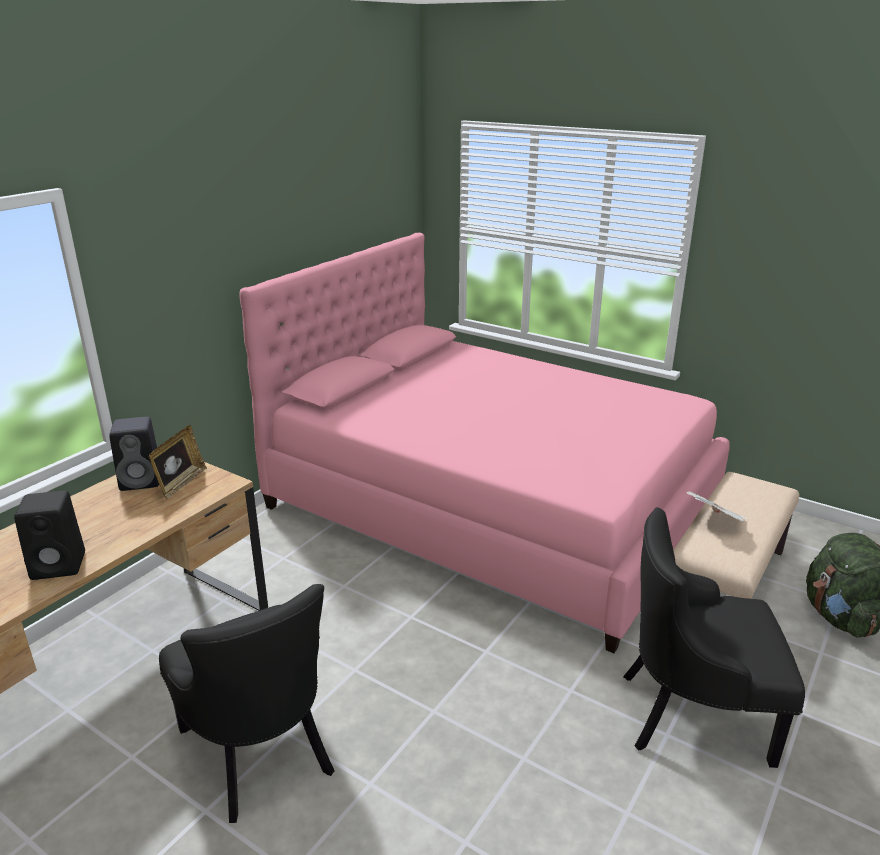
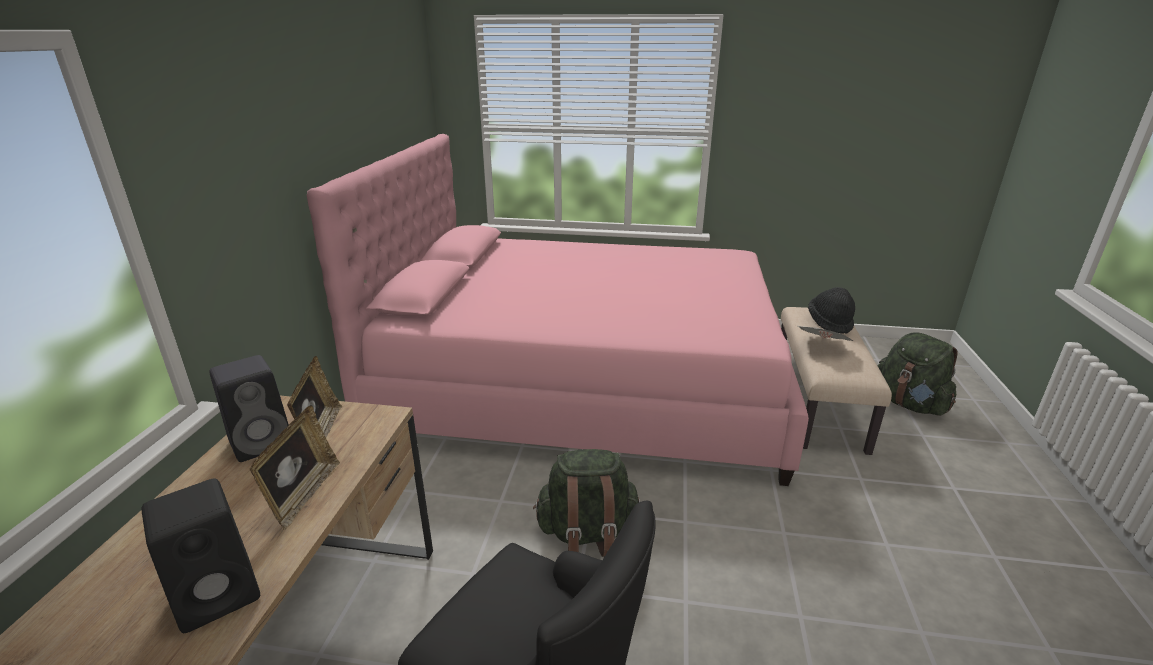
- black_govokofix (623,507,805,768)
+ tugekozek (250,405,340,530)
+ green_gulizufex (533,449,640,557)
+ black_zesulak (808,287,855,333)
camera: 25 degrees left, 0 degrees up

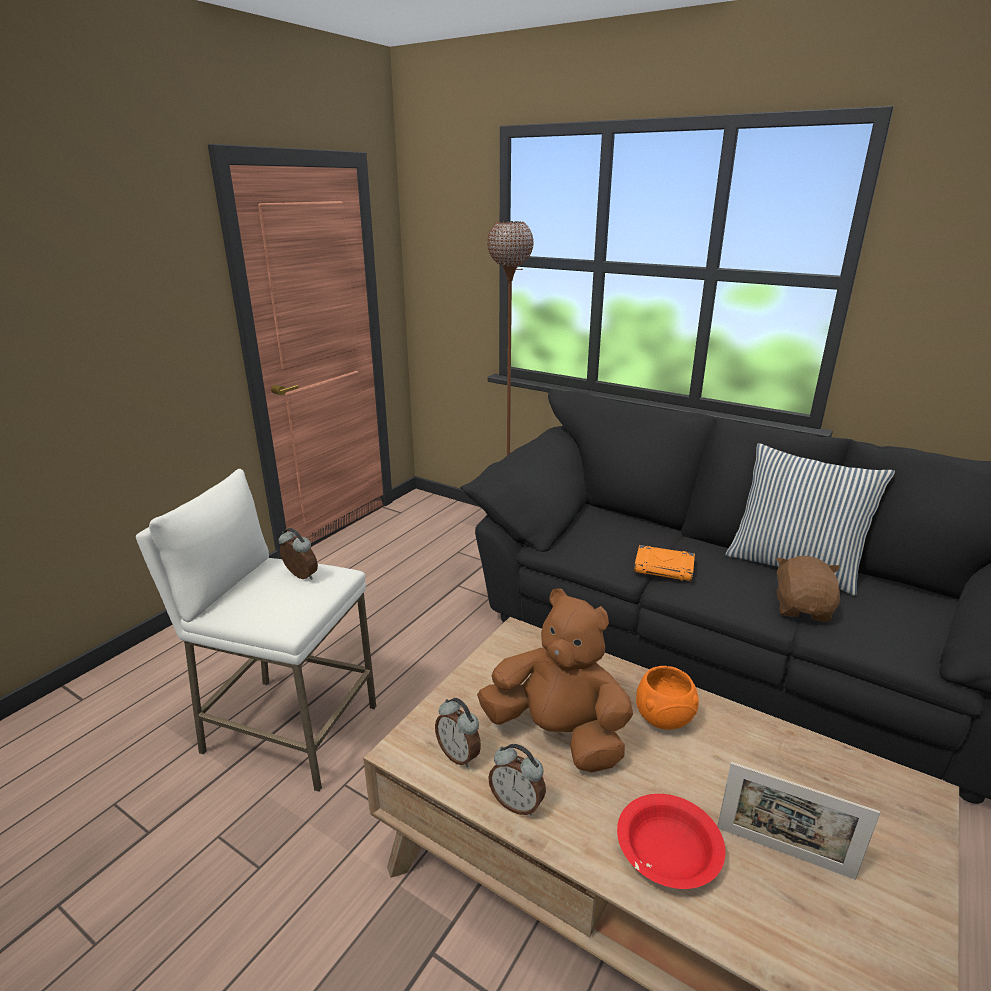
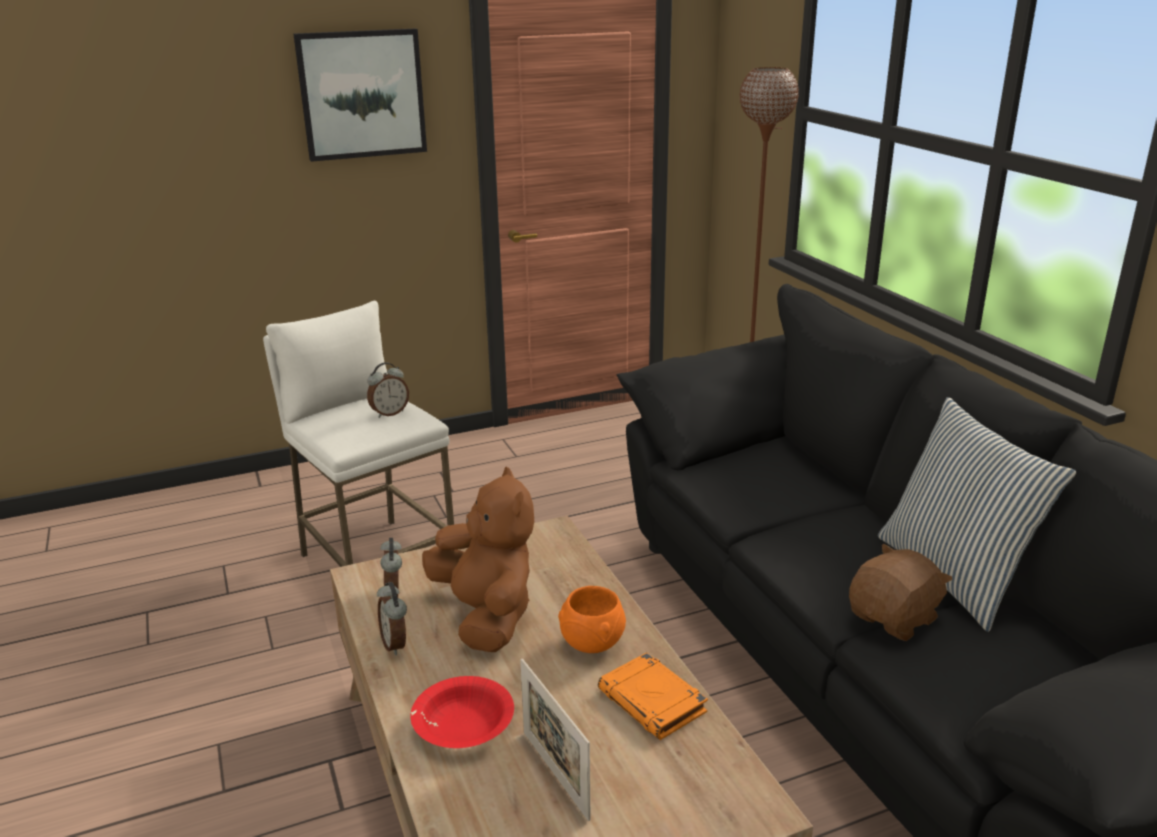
~ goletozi (278,528,318,580) = (367,362,409,418) 75 degrees clockwise
~ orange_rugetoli (634,545,695,581) to (598,652,708,740)
+ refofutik (293,29,427,162)
camera: 35 degrees right, 0 degrees up

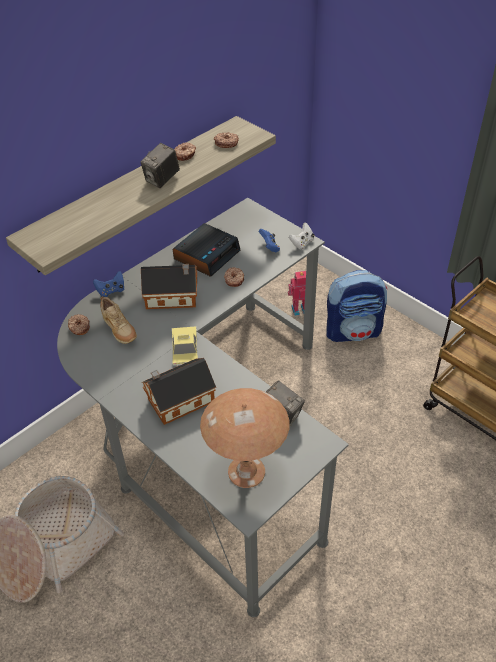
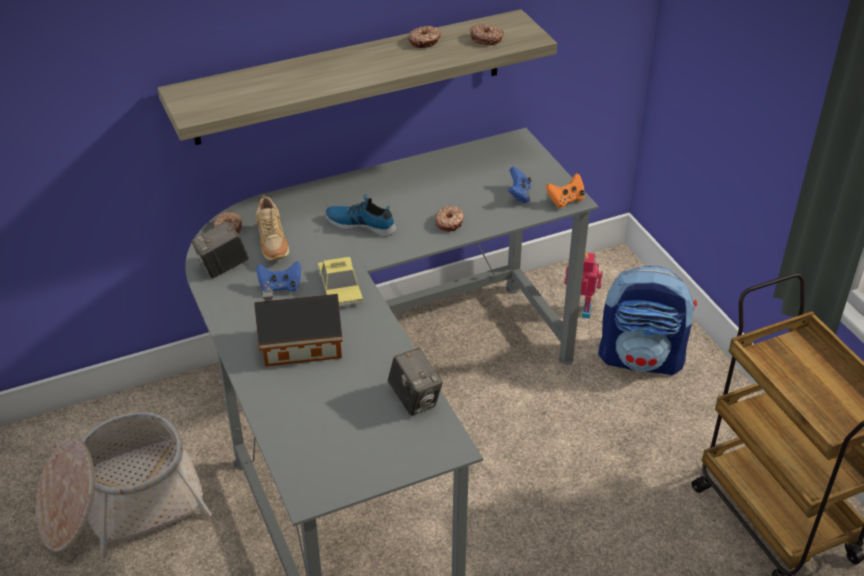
~ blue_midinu (93,271,124,297) to (256,261,301,292)
~ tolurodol (141,143,180,188) to (192,221,249,278)
~ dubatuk (141,264,197,309) to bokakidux (325,195,396,236)
~ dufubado (172,327,198,366) = (318,257,363,307) 150 degrees clockwise
- goletozi (173,223,240,277)
- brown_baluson (200,388,289,488)
~ white_midinu (289,223,314,250) to orange_midinu (546,173,585,208)
camera: 20 degrees right, 5 degrees down

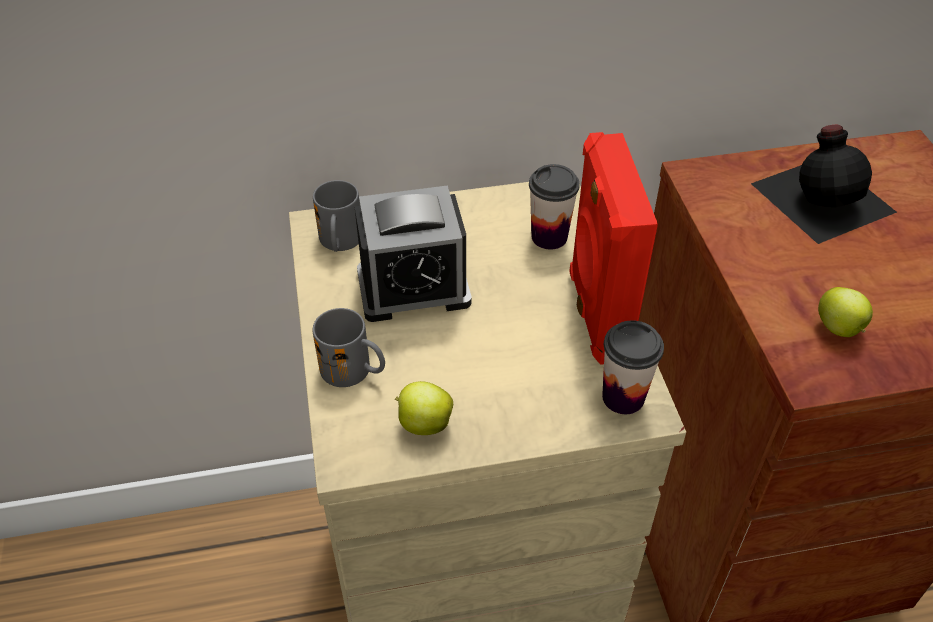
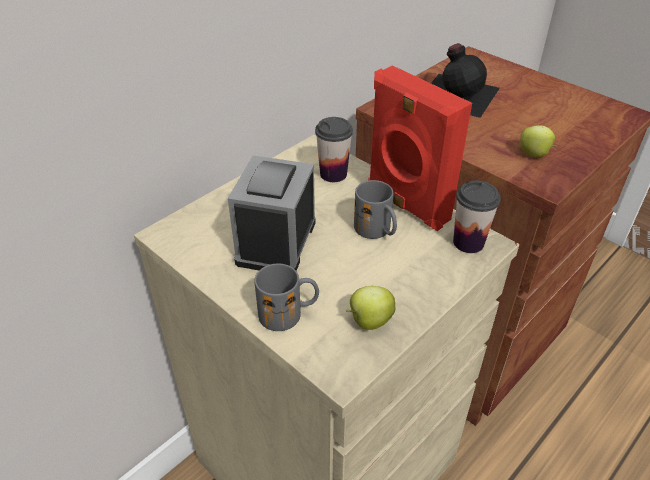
~ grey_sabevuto (313,180,360,252) to (354,180,397,239)
~ goletozi (355,185,472,322) = (228,155,316,271) 150 degrees clockwise
camera: 35 degrees left, 5 degrees down

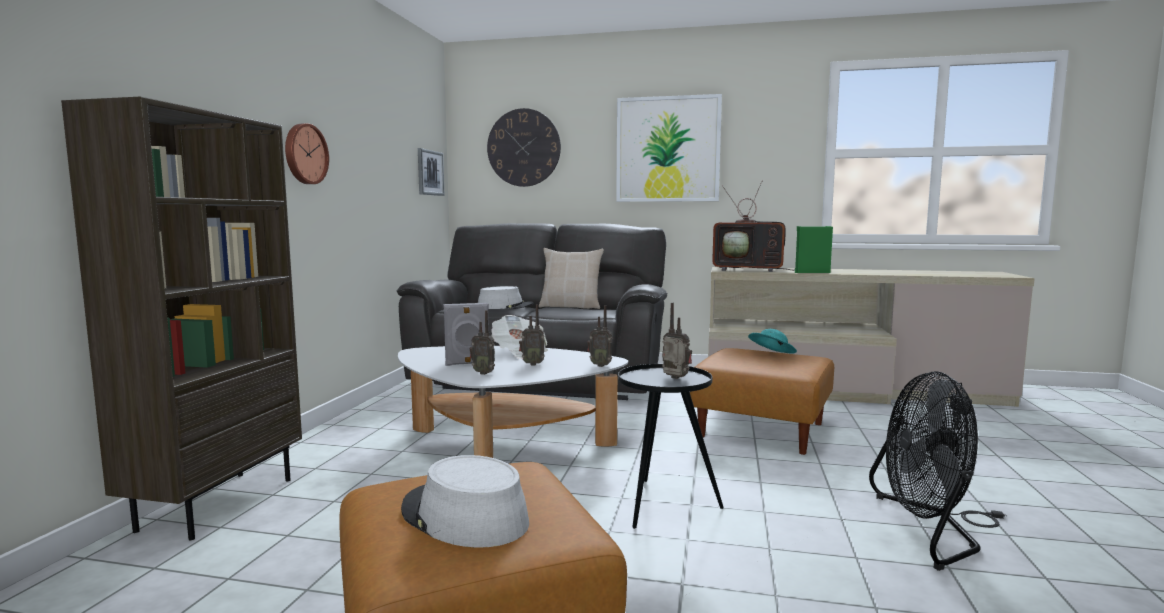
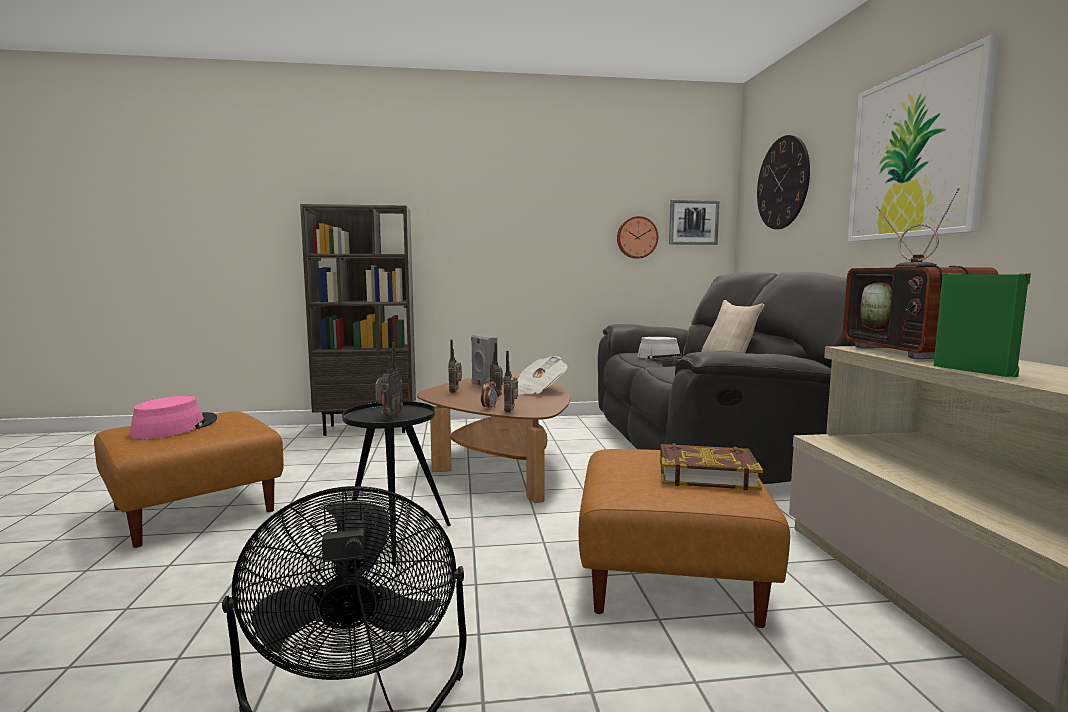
~ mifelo (285,123,329,184) to (617,216,658,259)
~ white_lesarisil (398,346,628,458) to brown_lesarisil (417,372,570,503)
~ grey_zesulak (401,455,529,548) to pink_zesulak (130,396,217,439)
~ turquoise_zesulak (748,329,797,354) to rugetoli (660,444,763,491)
+ goletozi (481,378,498,410)
camera: 70 degrees right, 0 degrees up

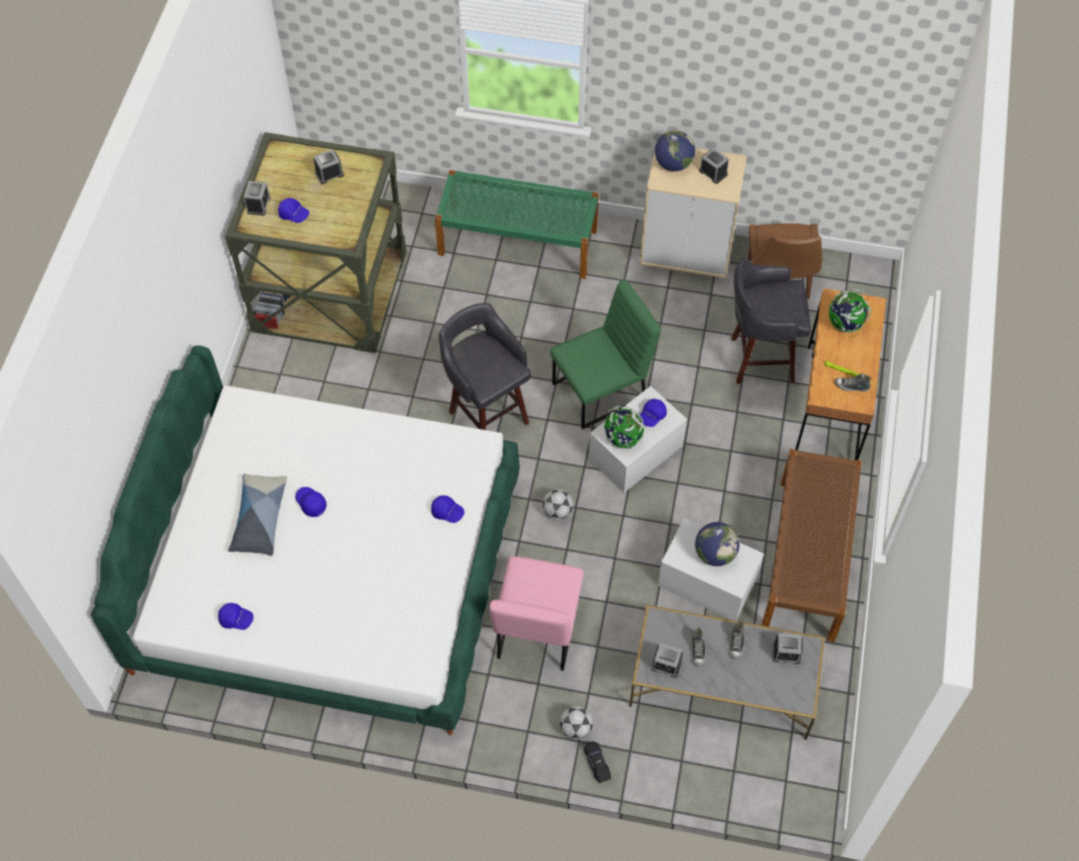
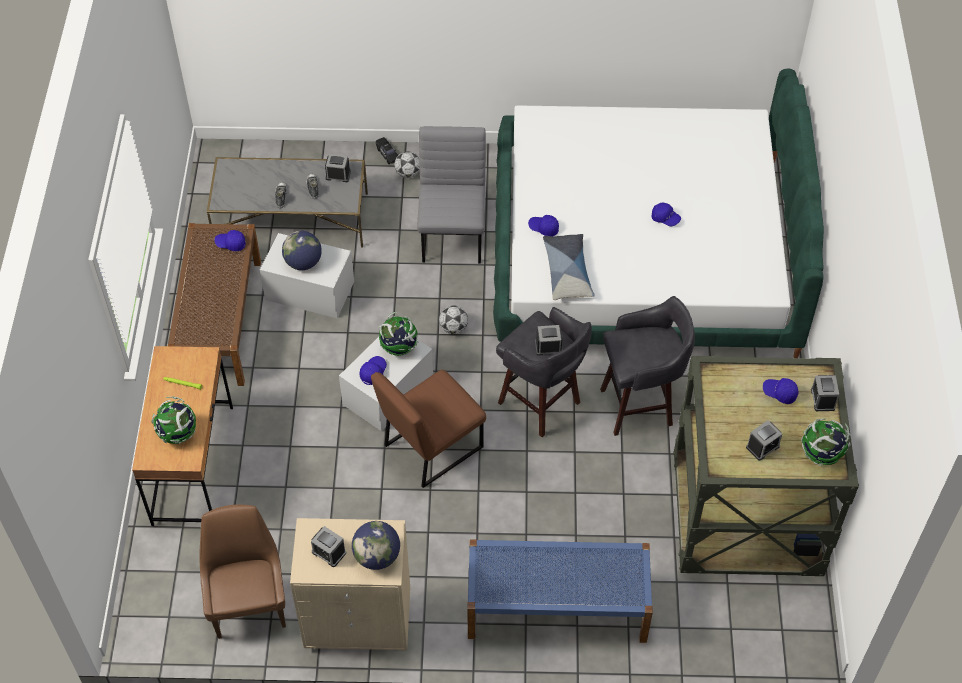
~ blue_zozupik (218,603,254,630) to (214,230,246,251)
~ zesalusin (228,474,287,556) to (543,234,595,300)
~ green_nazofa (435,170,599,279) to blue_nazofa (467,540,653,643)
~ pink_govokofix (489,556,584,671) to grey_govokofix (417,126,486,264)
~ green_govokofix (550,279,661,429) to brown_govokofix (371,370,486,488)
~ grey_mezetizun (731,257,811,384) to (600,296,695,436)
~ goletozi (772,633,803,664) to (535,325,562,355)
- bokakidux (835,373,871,392)
+ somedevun (801,418,851,466)
camera: 170 degrees right, 5 degrees down

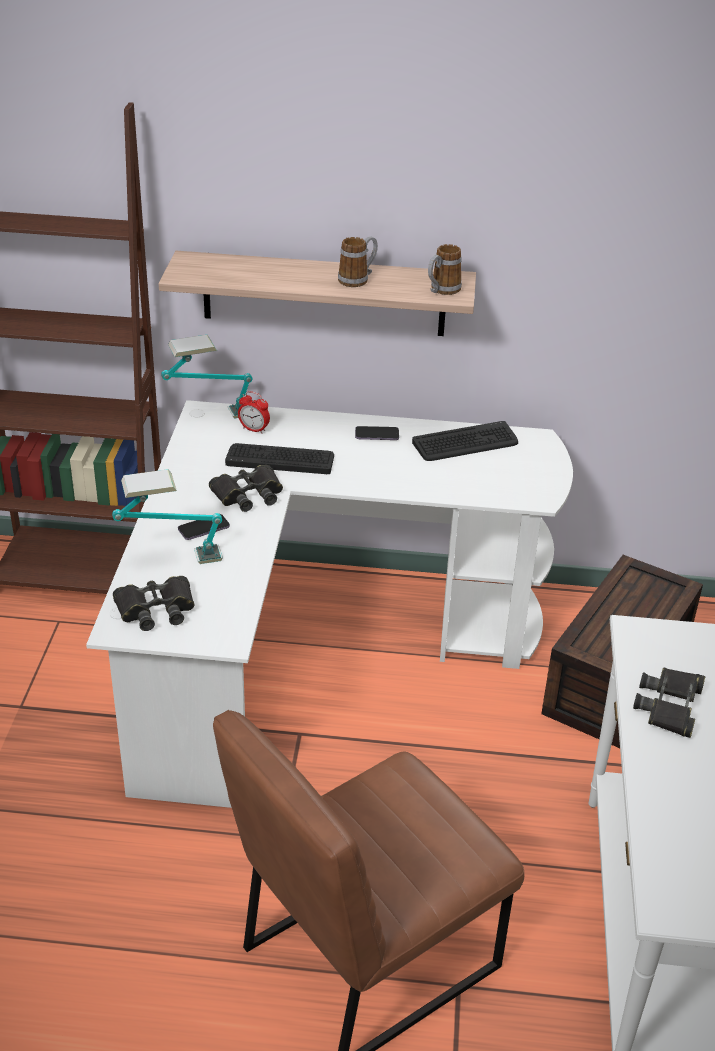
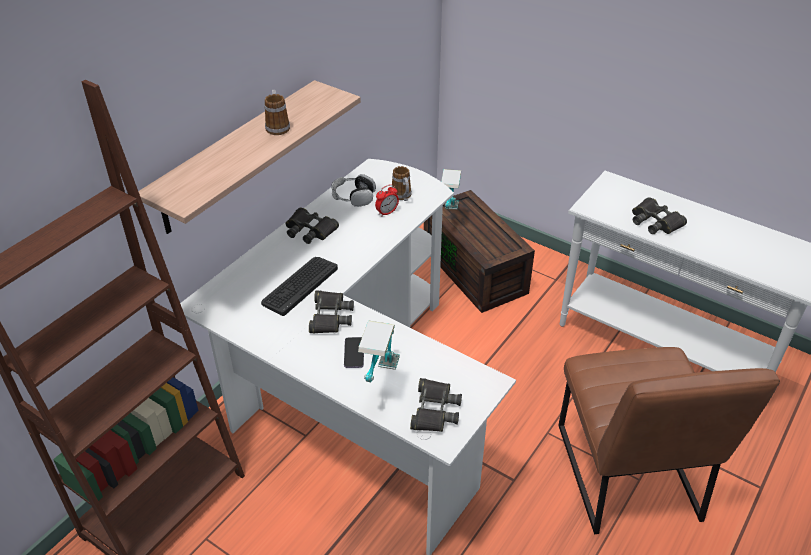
~ baluson (161,335,252,419) to (441,169,461,210)
~ goletozi (238,391,270,434) to (375,184,399,217)
~ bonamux (355,426,399,440) to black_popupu (285,207,339,244)
~ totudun (412,421,518,461) to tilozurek (331,174,376,207)
~ sabevuto (428,244,462,295) to (392,166,412,201)
camera: 60 degrees left, 5 degrees up

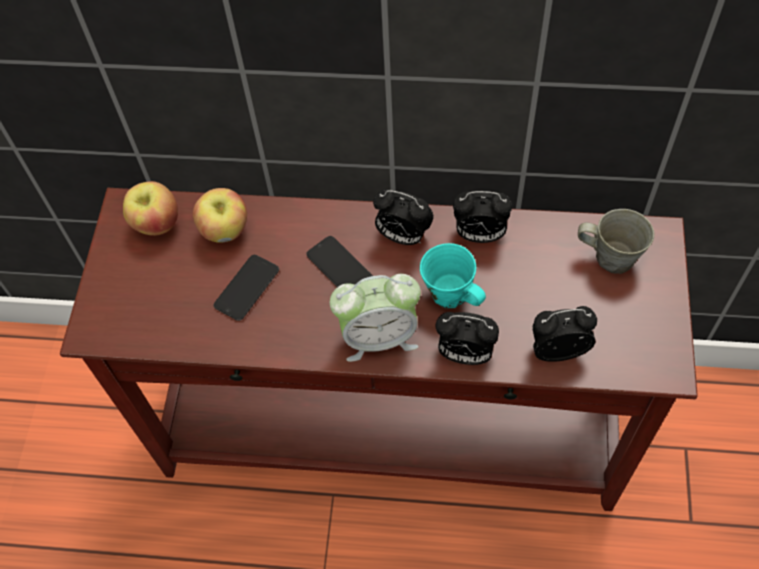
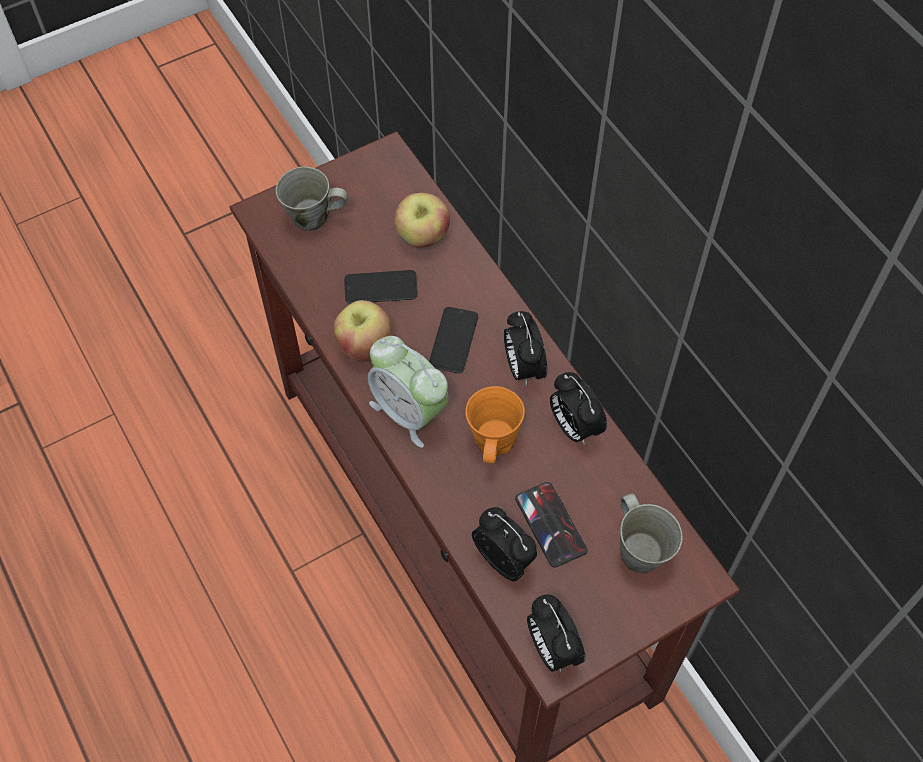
~ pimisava (123,181,178,236) to (334,300,391,361)
~ turquoise_sabevuto (420,243,486,309) to orange_sabevuto (465,386,525,464)
~ goletozi (435,312,499,365) to (527,595,585,672)
+ grey_sabevuto (275,166,348,231)
+ bonamux (515,482,587,568)
camera: 50 degrees right, 0 degrees up

